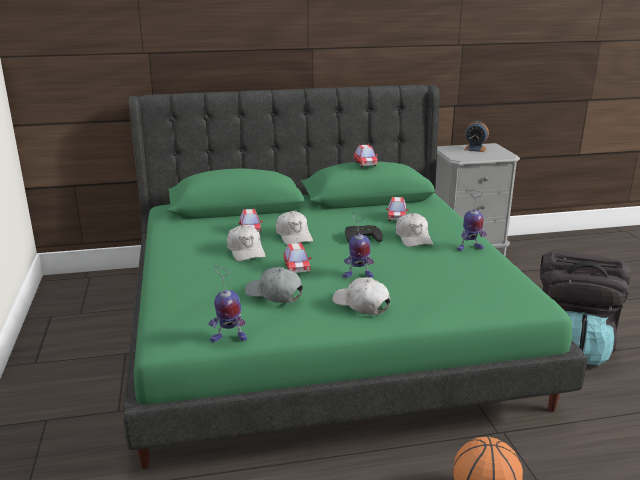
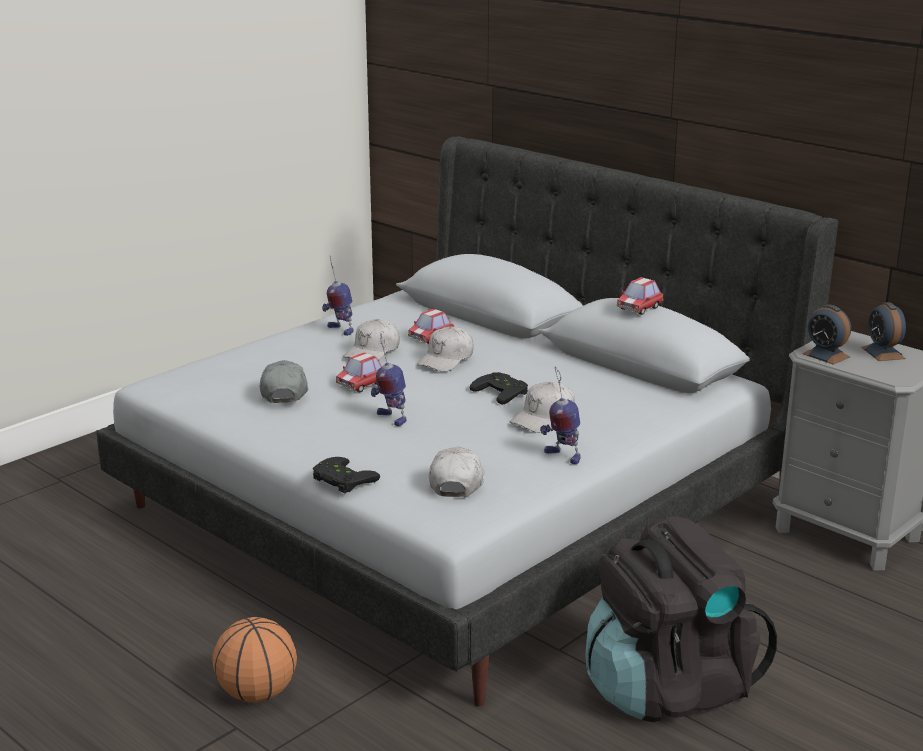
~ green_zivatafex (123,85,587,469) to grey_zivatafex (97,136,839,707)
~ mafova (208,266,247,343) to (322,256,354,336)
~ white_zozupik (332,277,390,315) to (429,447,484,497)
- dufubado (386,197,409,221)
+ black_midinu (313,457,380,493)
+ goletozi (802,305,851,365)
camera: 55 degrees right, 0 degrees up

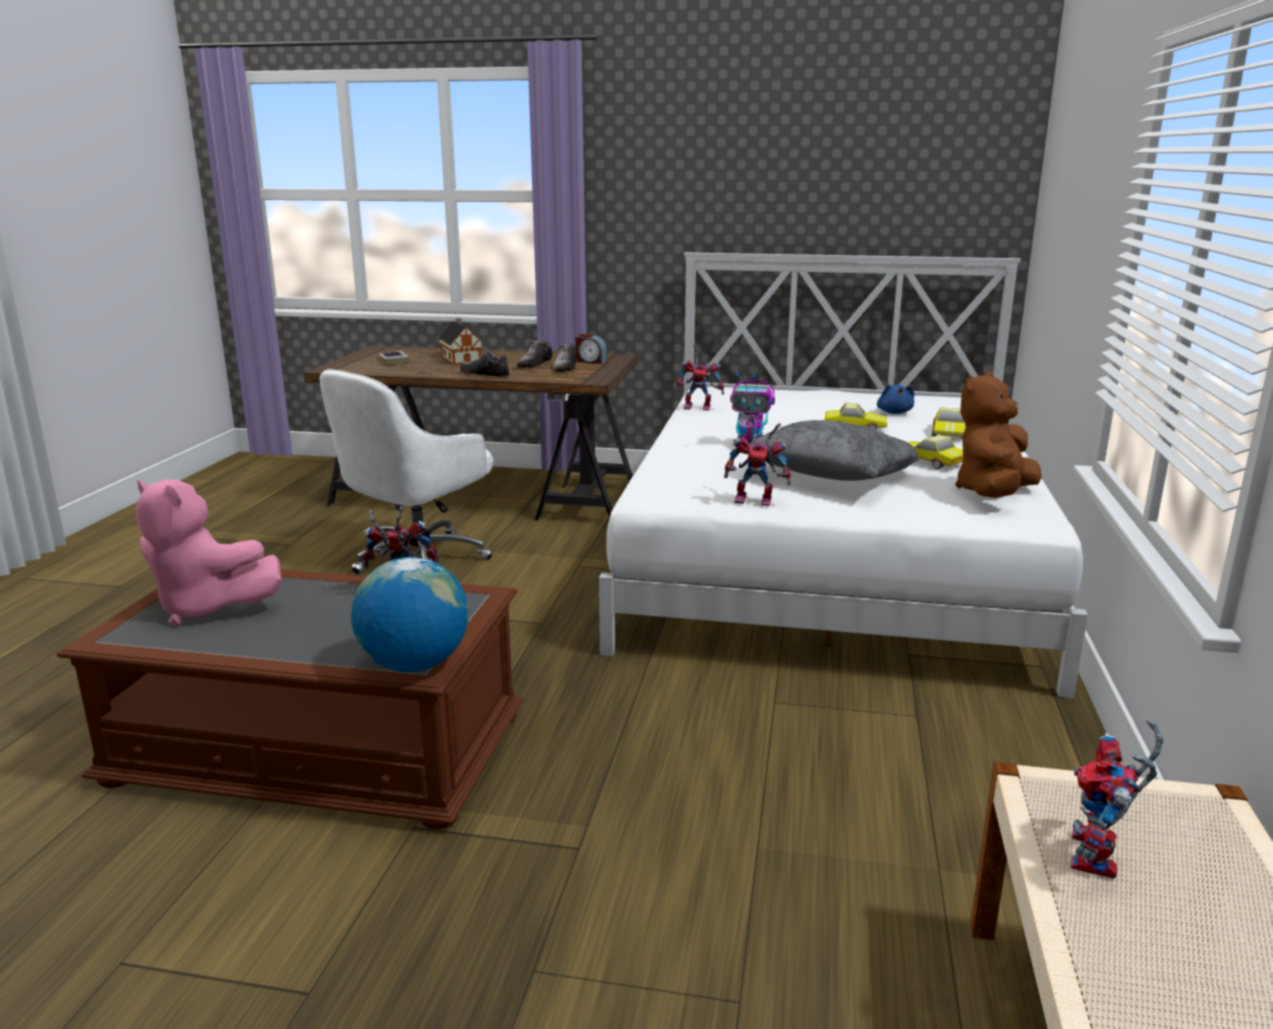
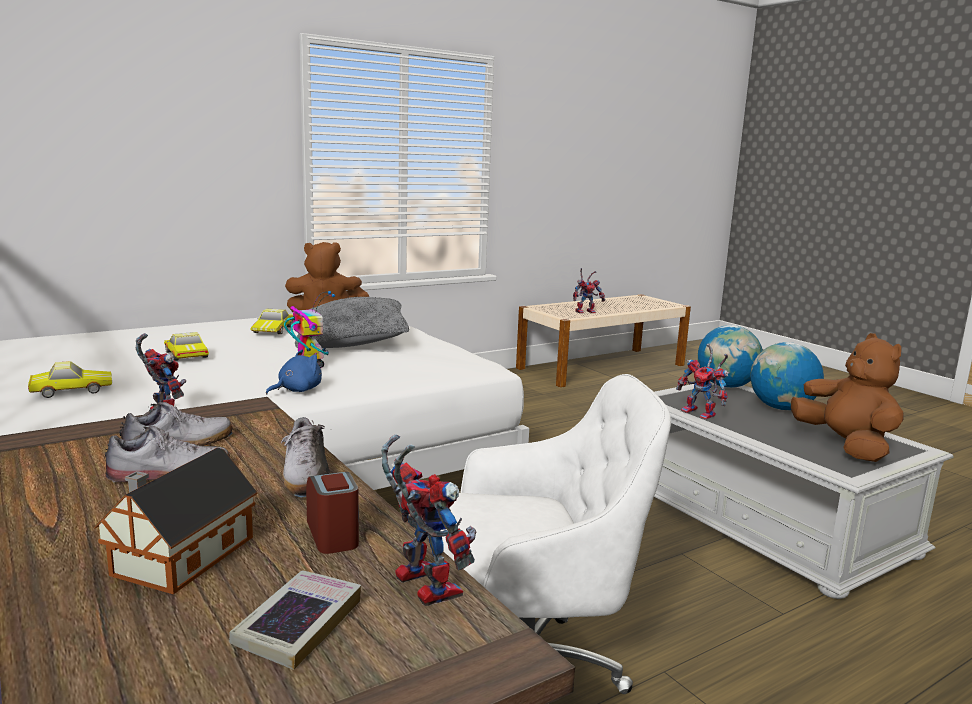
~ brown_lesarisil (57,567,524,830) to white_lesarisil (654,381,954,599)
~ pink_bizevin (136,479,281,626) to brown_bizevin (791,333,904,462)
~ goletozi (575,334,607,364) to (306,472,359,554)
~ mafova (724,414,791,506) to (381,434,476,606)
~ blue_bizevin (877,384,914,414) to (266,350,322,394)
~ dufubado (932,407,966,438) to (28,361,112,398)
+ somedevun (750,342,824,410)
camera: 135 degrees left, 5 degrees down

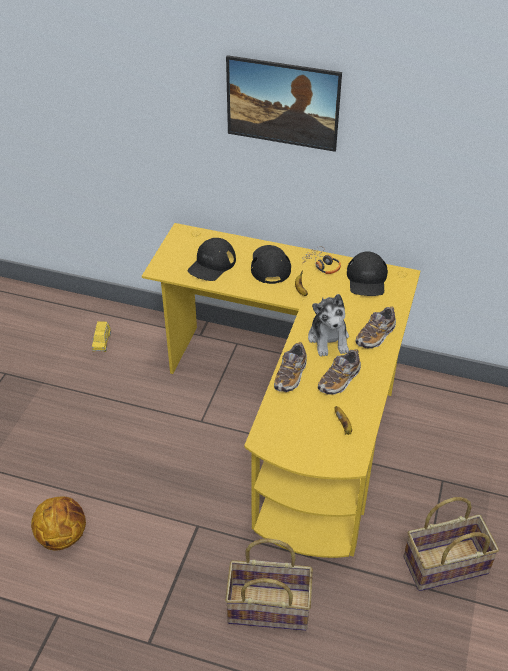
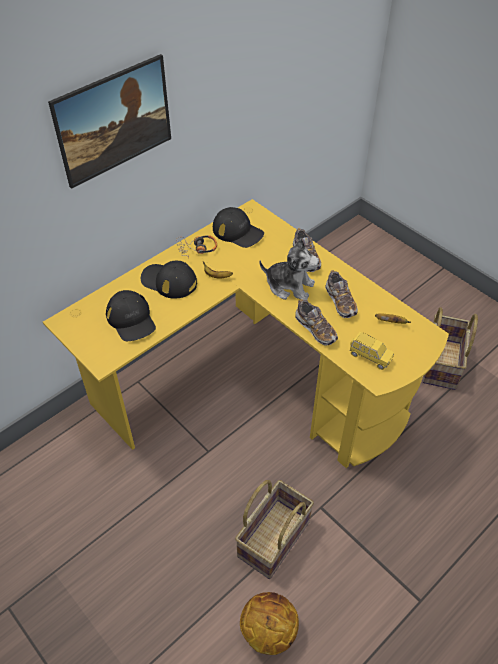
~ yellow_dufubado (92,321,111,352) to (350,332,394,370)
~ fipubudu (225,538,313,631) to (235,480,314,579)
camera: 60 degrees left, 5 degrees up

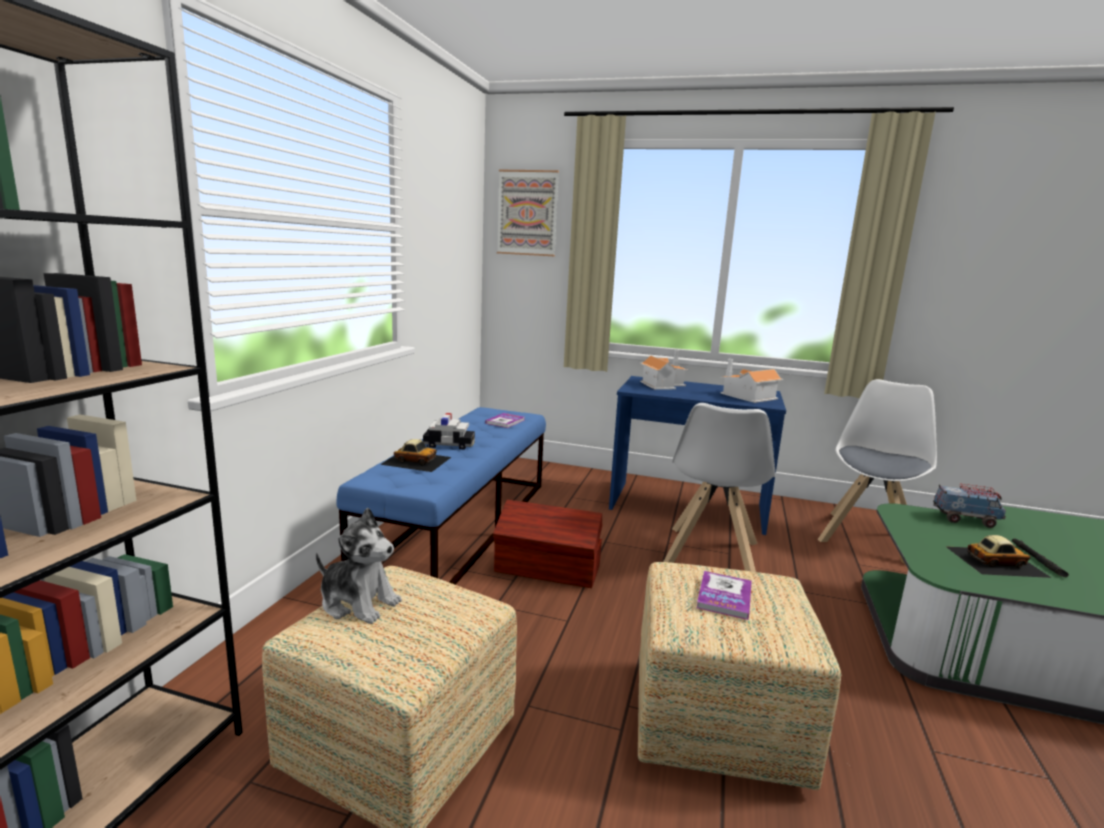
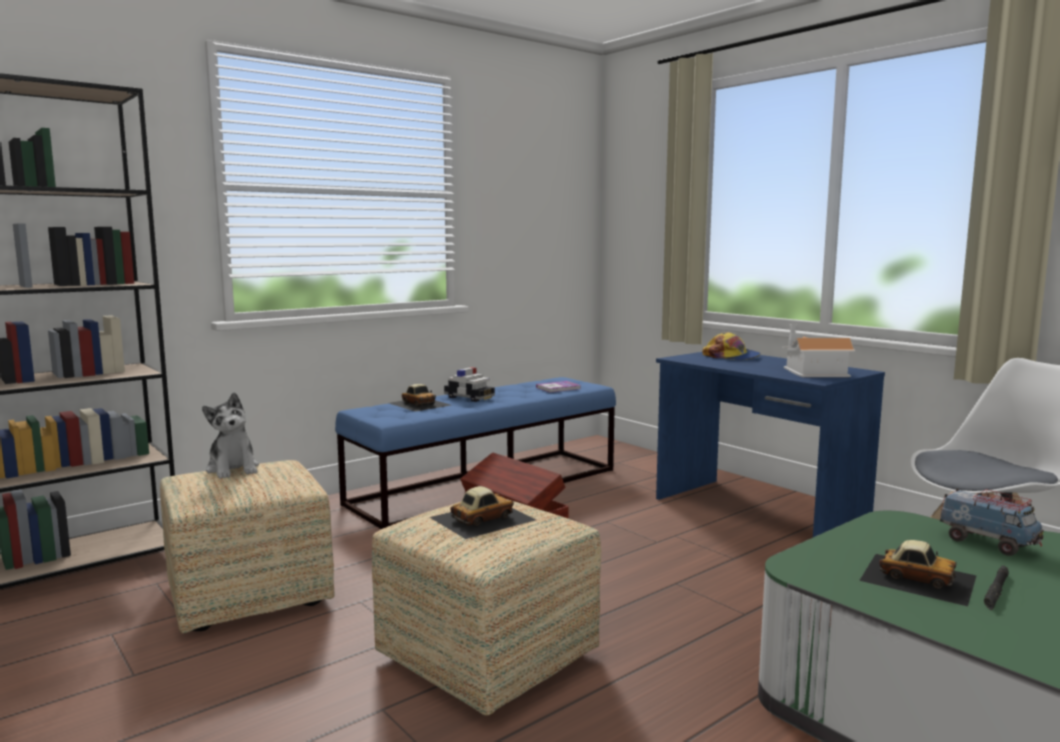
- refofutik (497,169,559,256)
~ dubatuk (640,349,689,390) to zozupik (702,332,761,360)
- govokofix (663,403,775,572)
~ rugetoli (696,571,752,620) to dufubado (430,486,536,539)
camera: 35 degrees right, 5 degrees down

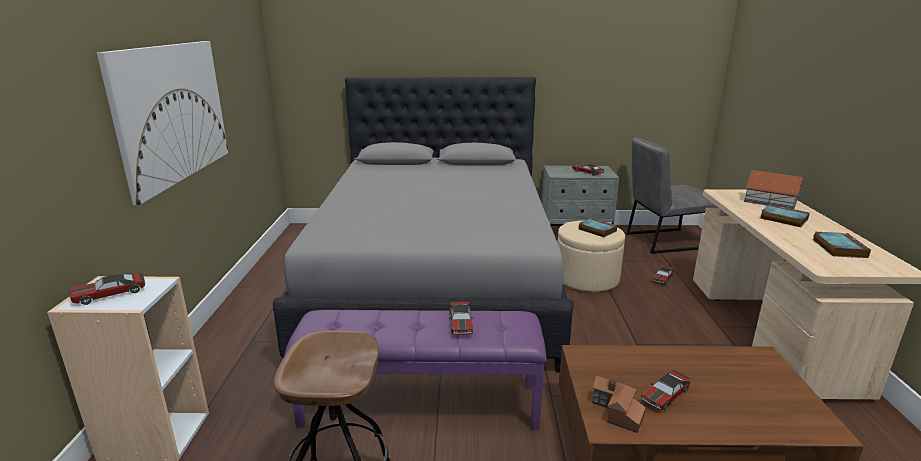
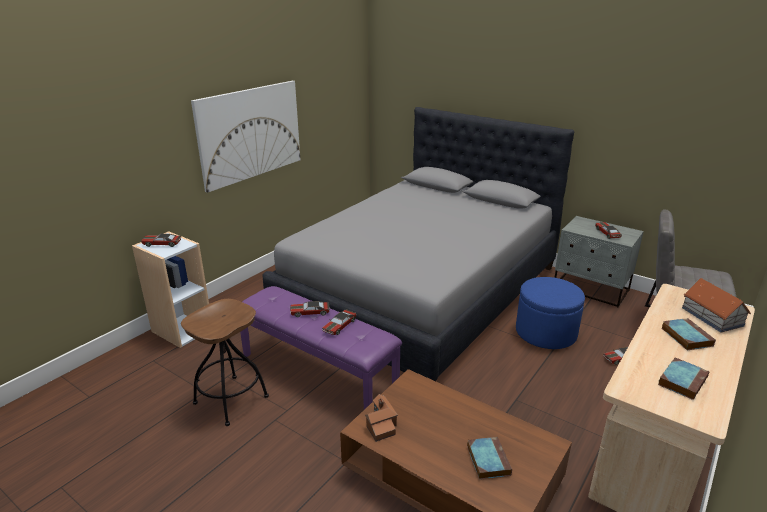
~ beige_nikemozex (557,220,625,292) to blue_nikemozex (516,277,585,349)
~ rugetoli (579,218,617,237) to (467,437,512,480)
~ dufubado (641,370,691,411) to (290,301,330,317)
camera: 35 degrees right, 5 degrees up

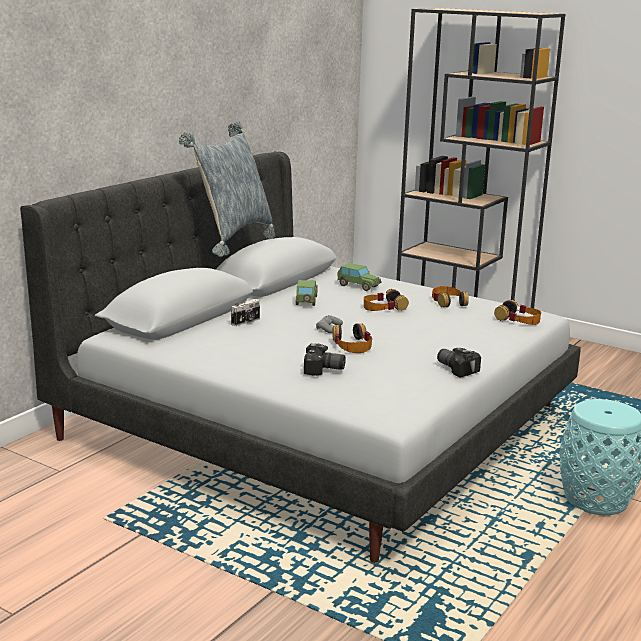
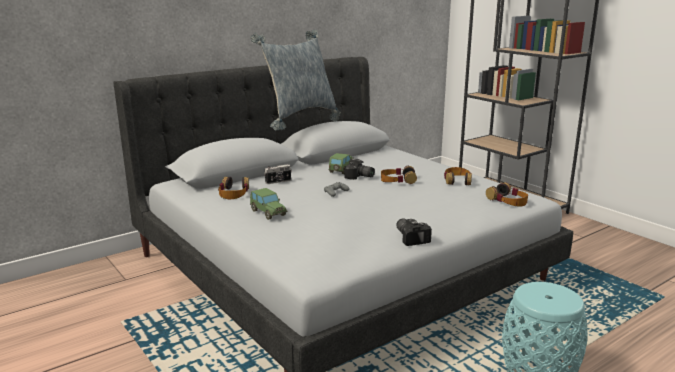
~ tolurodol (304,343,346,376) to (345,158,375,180)
~ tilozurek (332,323,372,353) to (218,177,249,199)
~ dufubado (337,263,382,291) to (250,188,288,220)
camera: 20 degrees right, 0 degrees up

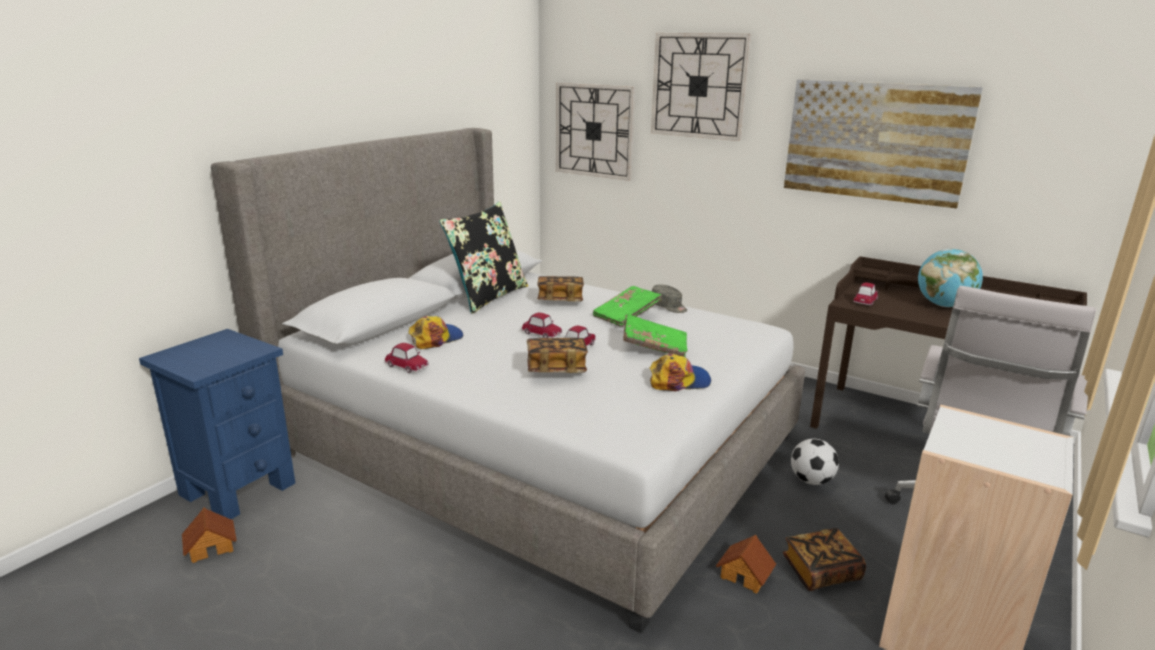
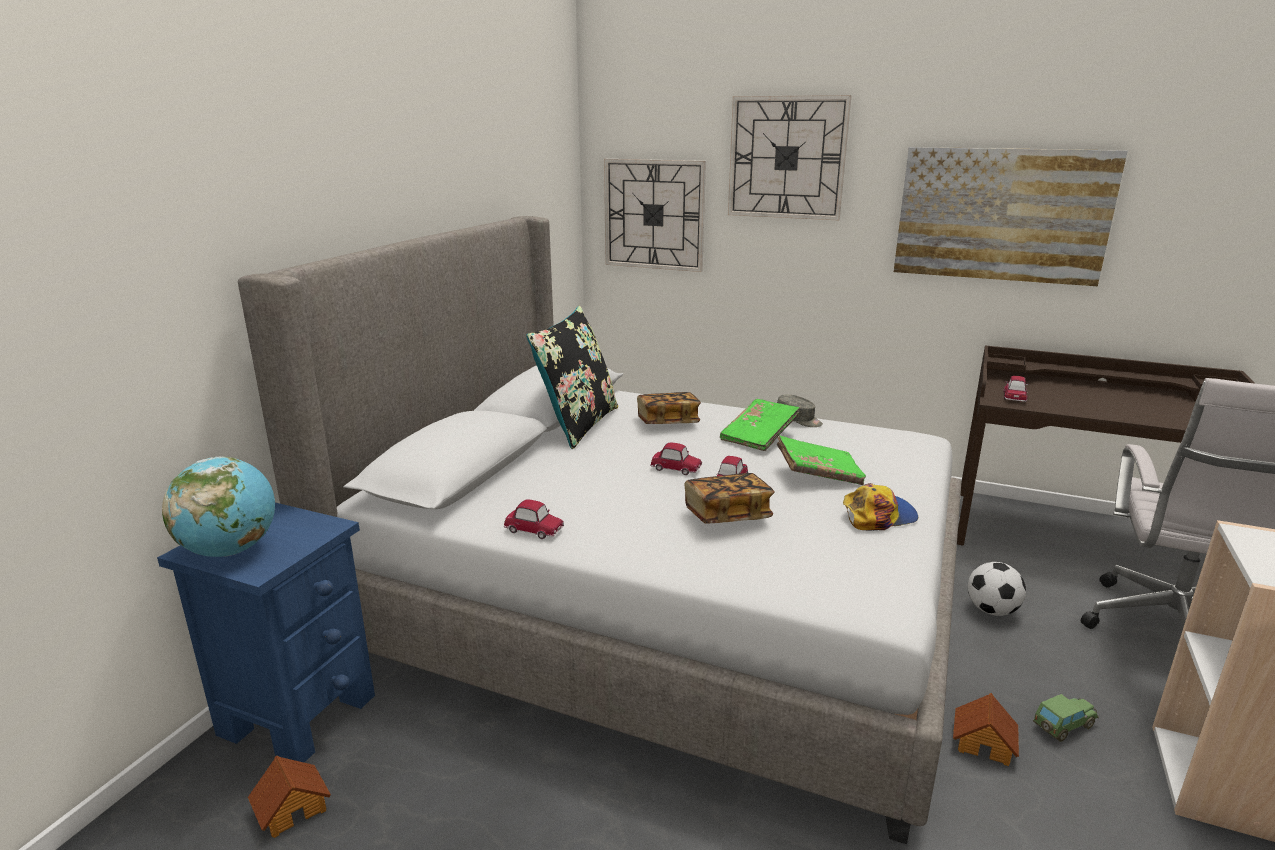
- zozupik (408,316,463,349)
~ rugetoli (783,528,866,591) to dufubado (1033,694,1099,742)
~ somedevun (918,249,983,307) to (162,457,275,557)
camera: 10 degrees left, 0 degrees up

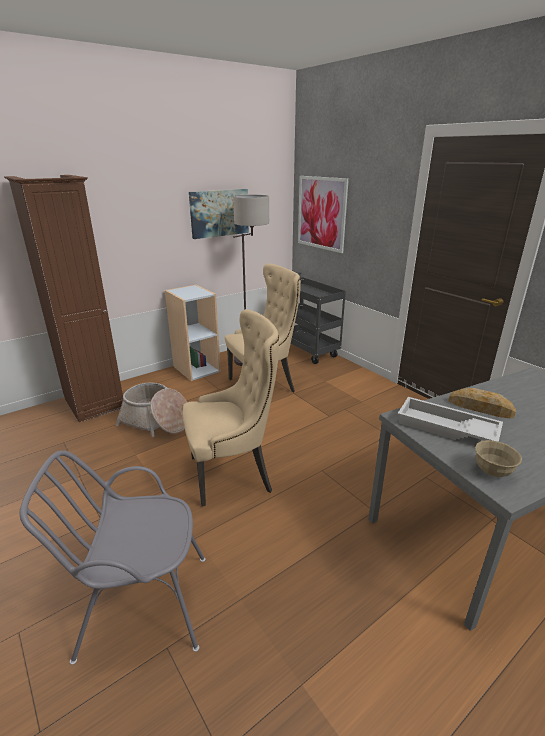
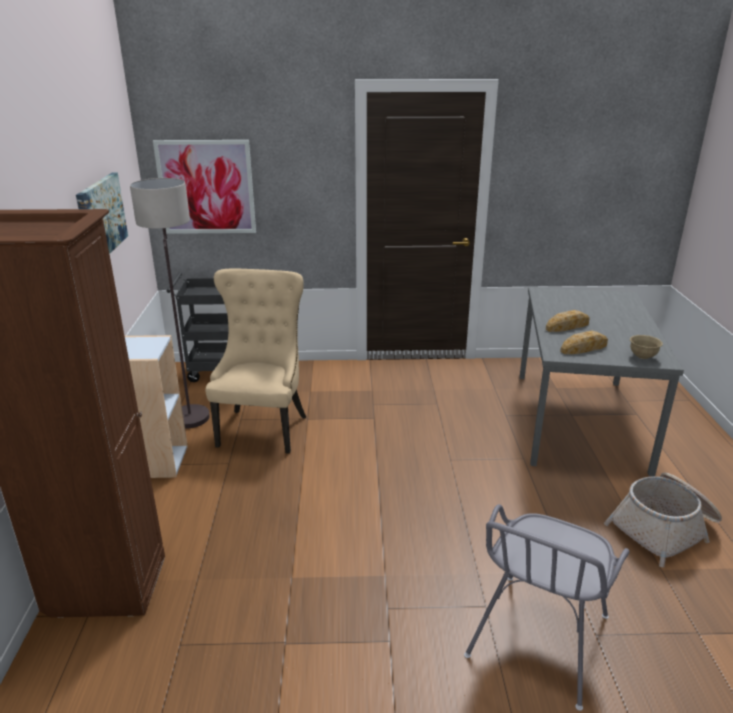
~ fipubudu (116,383,187,437) to (604,472,722,567)
- beige_govokofix (183,309,279,506)
~ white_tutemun (398,397,503,442) to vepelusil (560,330,608,354)
camera: 55 degrees left, 0 degrees up

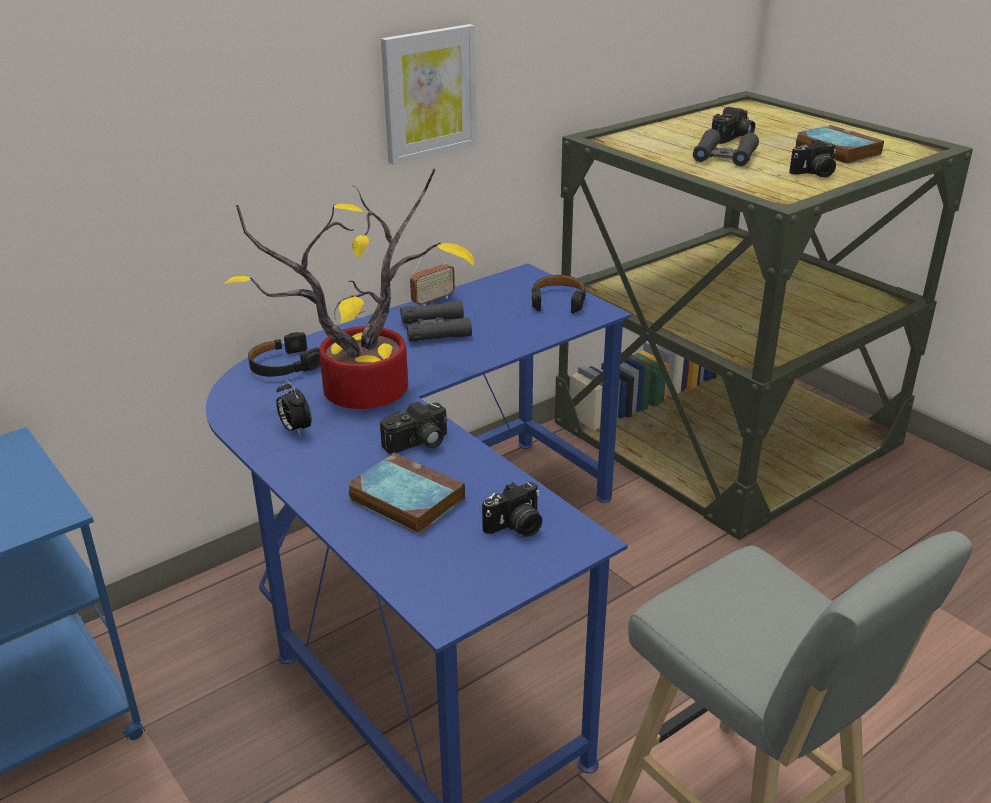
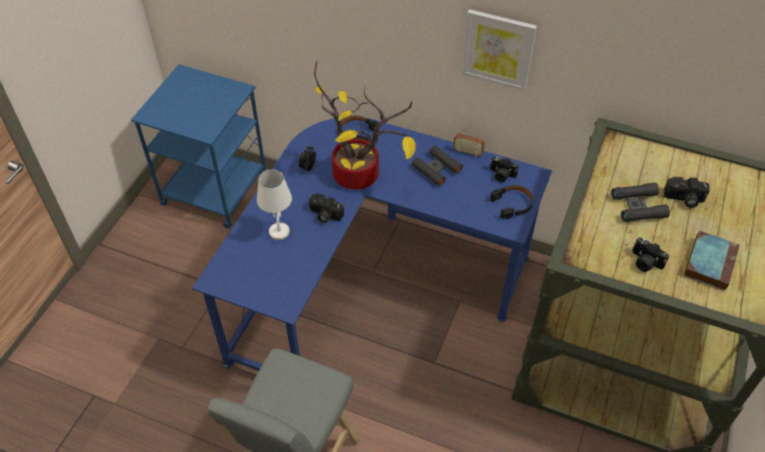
~ rugetoli (348,453,465,534) to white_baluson (257,169,292,240)
~ tolurodol (482,482,542,537) to (490,156,519,182)
camera: 60 degrees right, 20 degrees up

